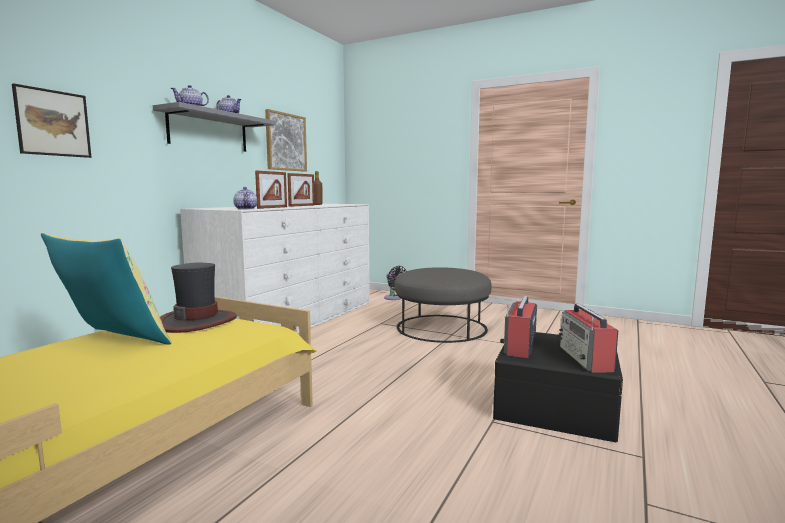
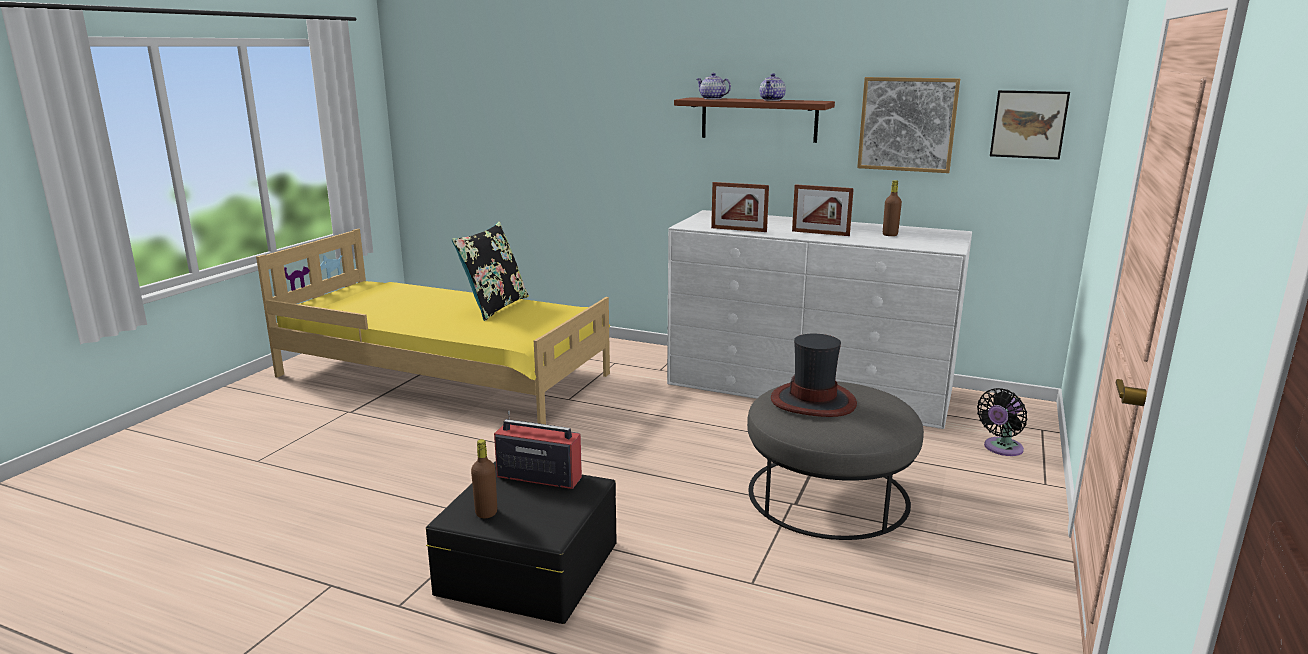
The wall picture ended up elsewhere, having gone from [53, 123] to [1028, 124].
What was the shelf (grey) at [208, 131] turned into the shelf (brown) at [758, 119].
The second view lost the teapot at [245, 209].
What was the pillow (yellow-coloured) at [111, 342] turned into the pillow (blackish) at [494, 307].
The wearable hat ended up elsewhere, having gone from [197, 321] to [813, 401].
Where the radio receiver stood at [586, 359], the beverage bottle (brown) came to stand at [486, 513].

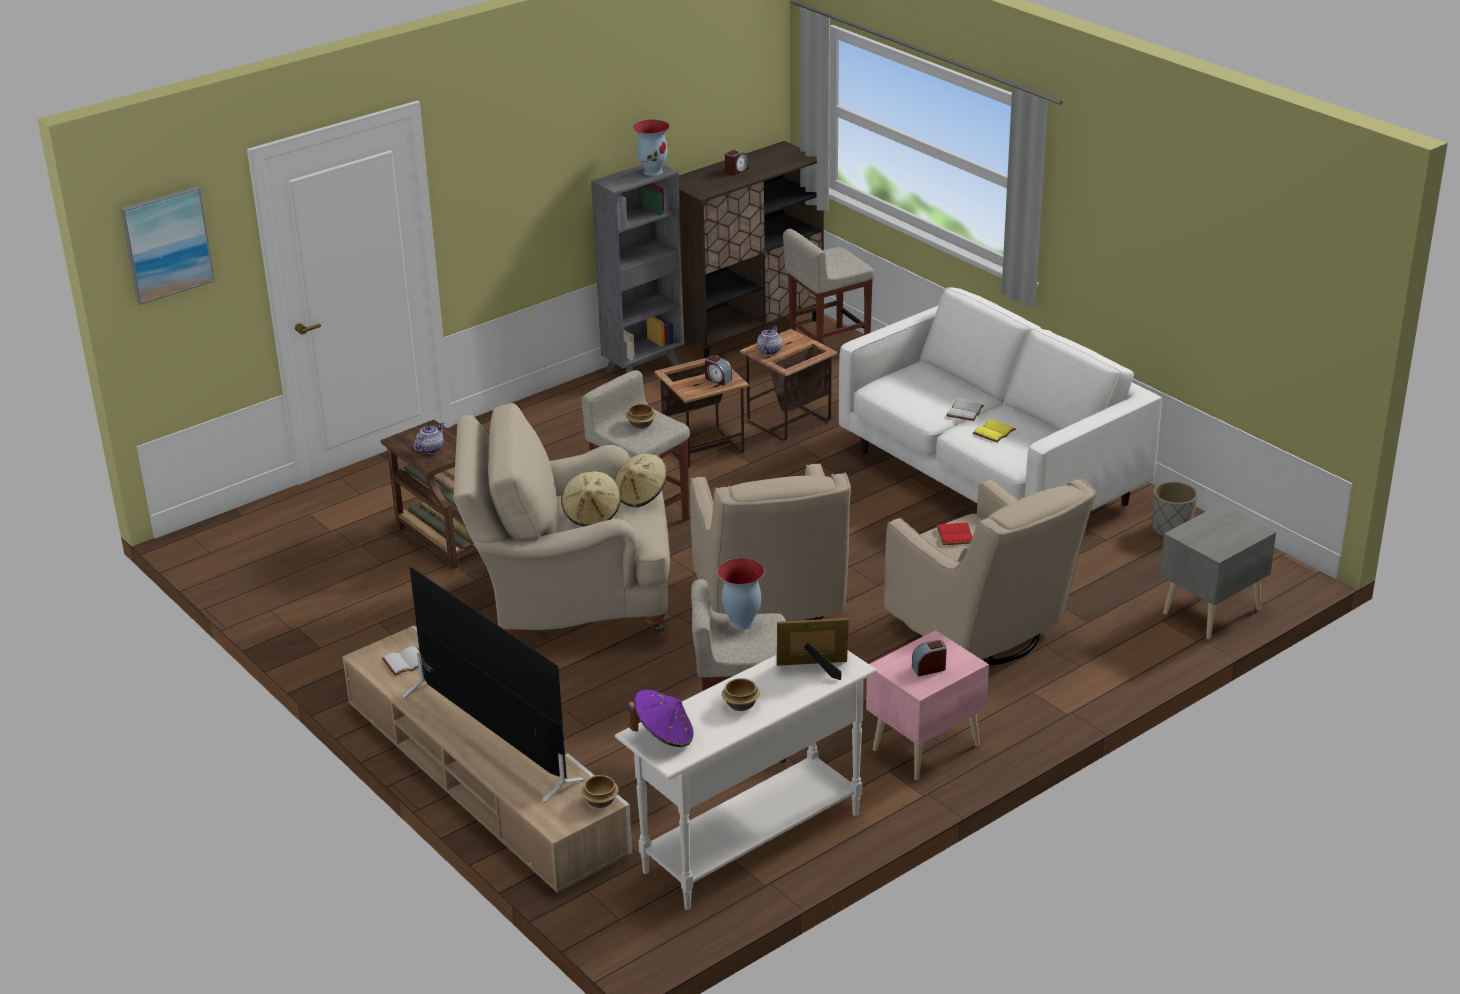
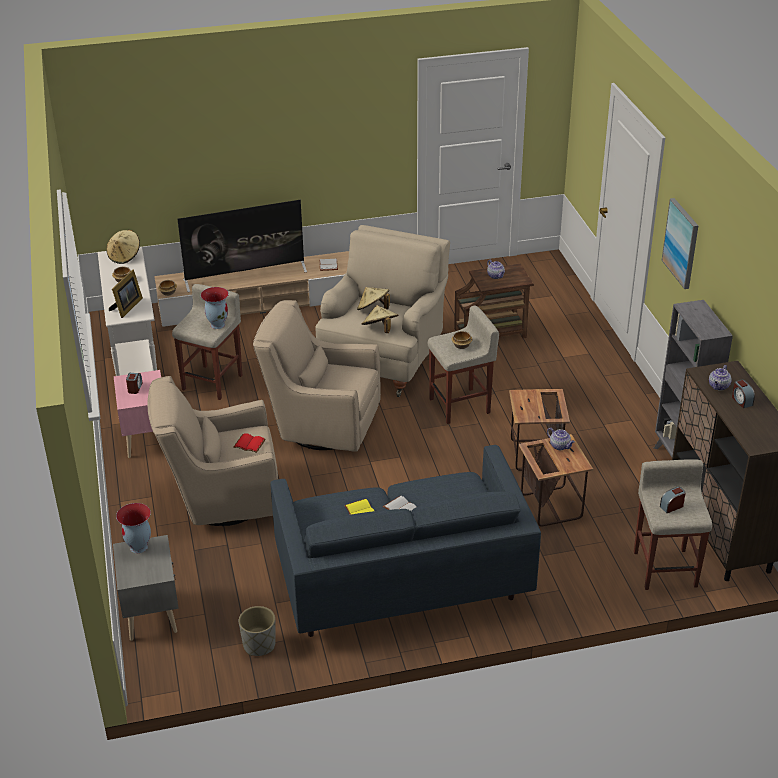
The vase ended up elsewhere, having gone from [653, 171] to [139, 547].
The wall picture ended up elsewhere, having gone from [166, 244] to [681, 243].
What was the sofa (white-coloured) at [989, 477] turned into the sofa (blue) at [401, 578].
The table clock ended up elsewhere, having gone from [717, 379] to [671, 506].
What was the wearable hat (purplish) at [664, 736] turned into the wearable hat (beige-coloured) at [124, 256].
The second view gained the teapot at [719, 386].

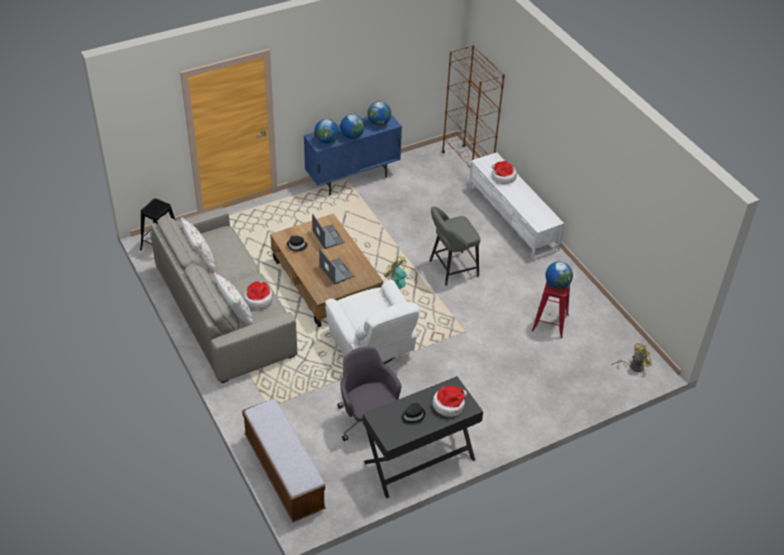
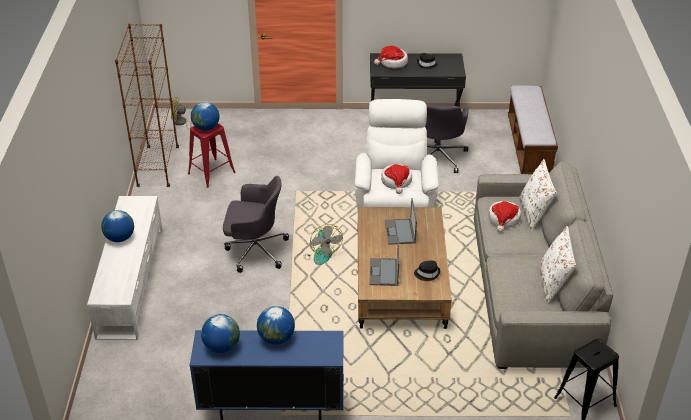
The bookshelf (brown) ended up elsewhere, having gone from [467, 164] to [158, 167].
The globe ended up elsewhere, having gone from [326, 141] to [120, 238].
The wearable hat ended up elsewhere, having gone from [502, 177] to [396, 181].
Where the sitting stool (grey) stood at [451, 269], the office chair (grey) came to stand at [255, 250].

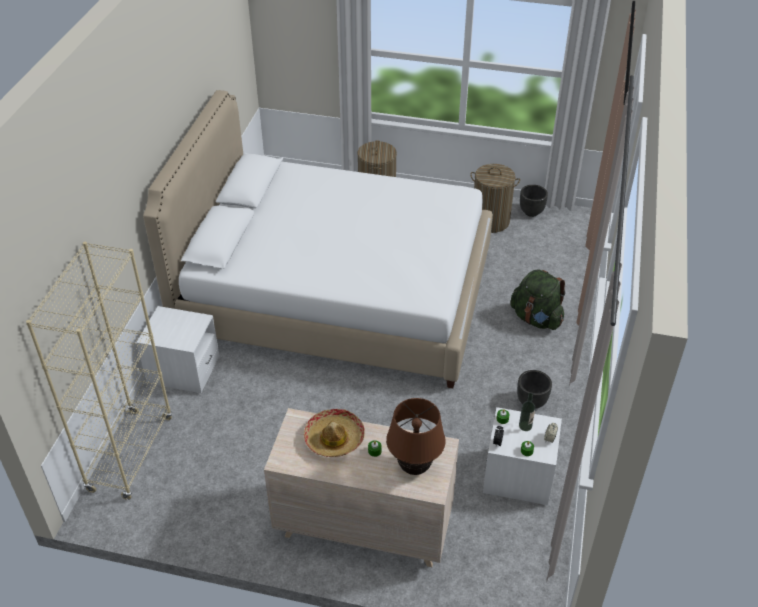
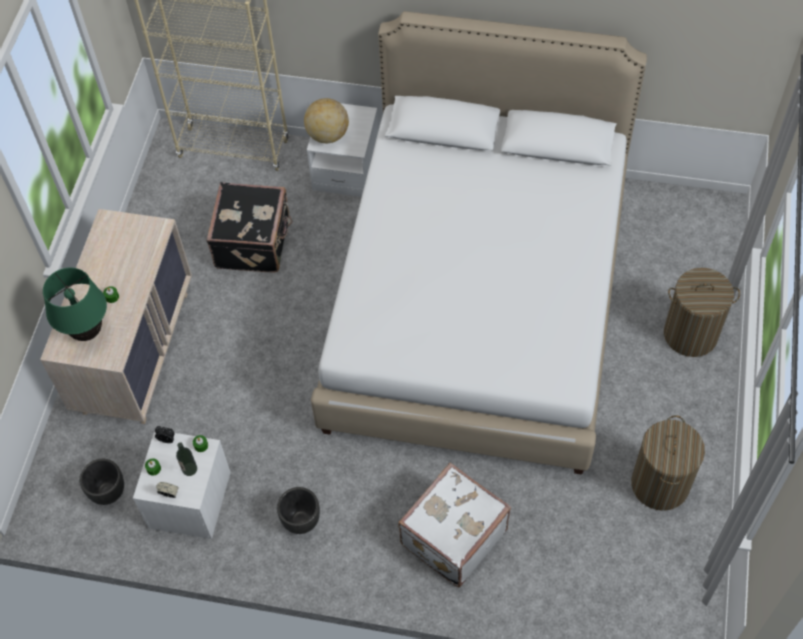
The flower pot (blackish) ended up elsewhere, having gone from [531, 212] to [108, 492].
Where the knapsack (green-coloured) stood at [536, 318], the suitcase (white-coloured) came to stand at [452, 536].
What was the lamp for a table (brown) at [414, 467] turned into the lamp for a table (green-coloured) at [87, 332].
The second view lost the wearable hat at [334, 438].
The second view gained the globe at [327, 135].
The second view gained the suitcase (blackish) at [254, 242].

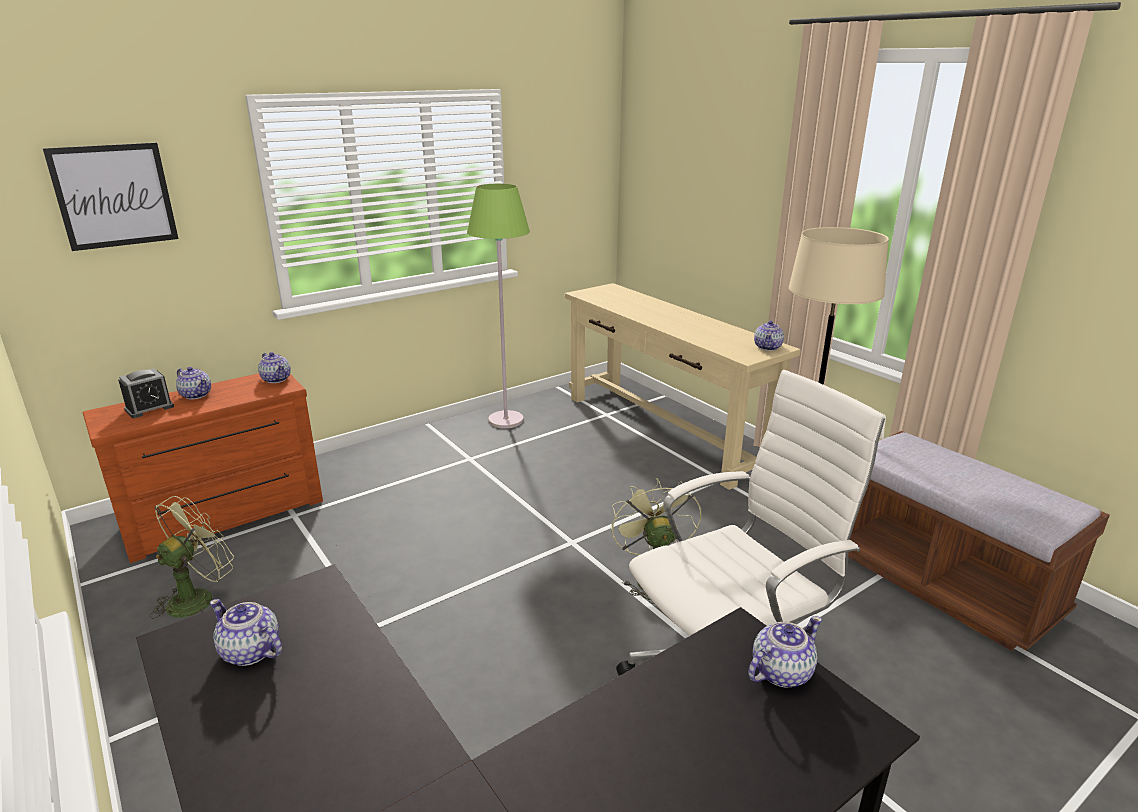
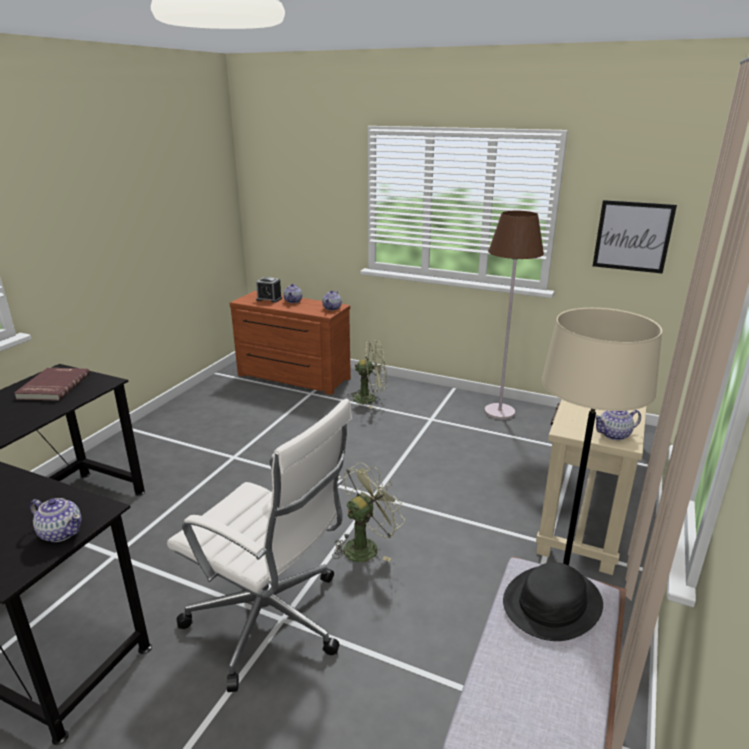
The wall picture ended up elsewhere, having gone from [114, 196] to [632, 236].
What was the standing lamp (green-coloured) at [506, 420] turned into the standing lamp (brown) at [499, 412].
The fan (green-coloured) ended up elsewhere, having gone from [198, 597] to [370, 398].
Where the teapot stood at [250, 652], the volume (red) came to stand at [52, 386].
The second view gained the wearable hat (blackish) at [552, 604].

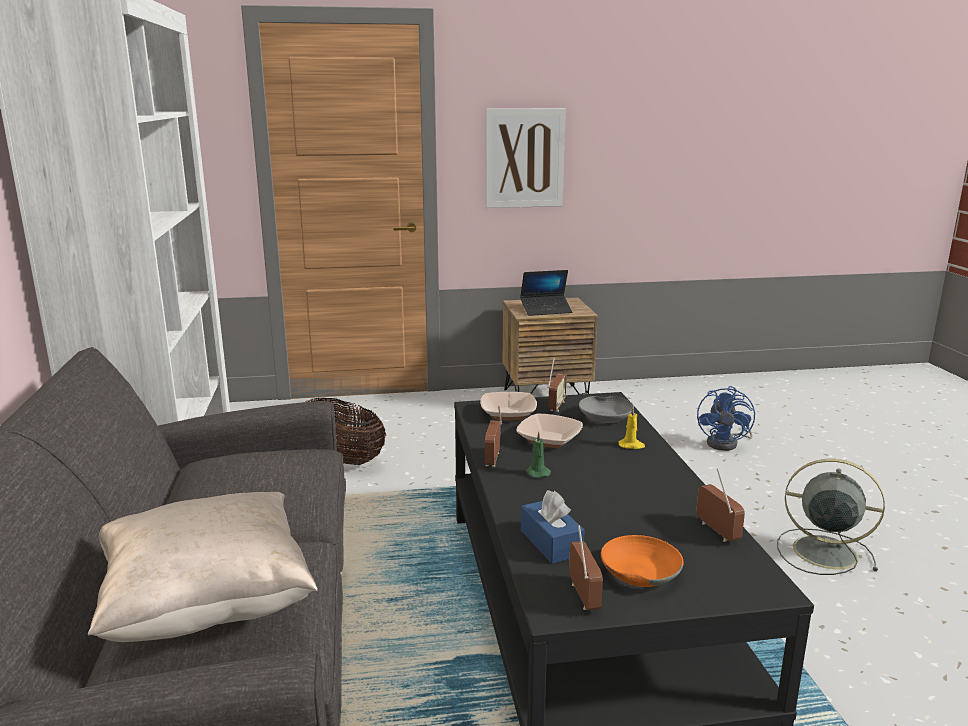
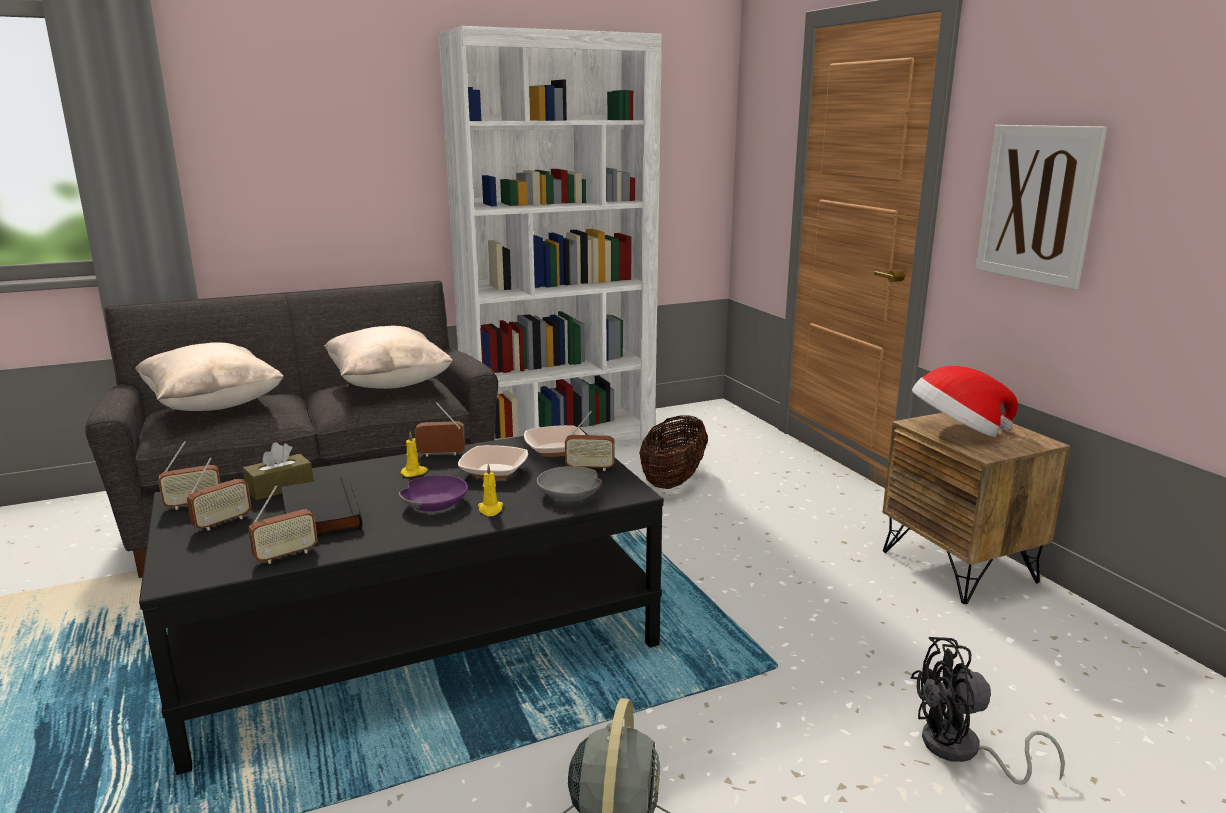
Where the notebook computer stood at [546, 310], the wearable hat came to stand at [956, 432].
What was the fan (blue) at [727, 443] turned into the fan (blackish) at [962, 751].
What was the wax light (green-coloured) at [537, 472] turned into the wax light (yellow-coloured) at [414, 473].
What was the tissue holder (blue) at [551, 542] turned into the tissue holder (brown) at [280, 488].
Where the bowl (orange) stood at [638, 572], the radio receiver came to stand at [222, 522].
The second view gained the pillow (beige-coloured) at [389, 384].
The second view gained the bowl (purplish) at [435, 502].
The second view gained the volume (blackish) at [318, 514].

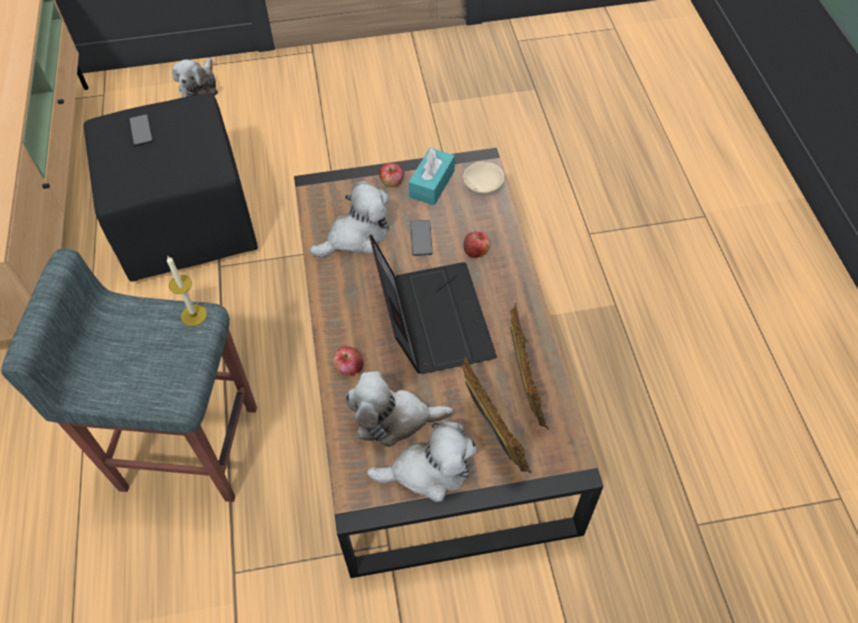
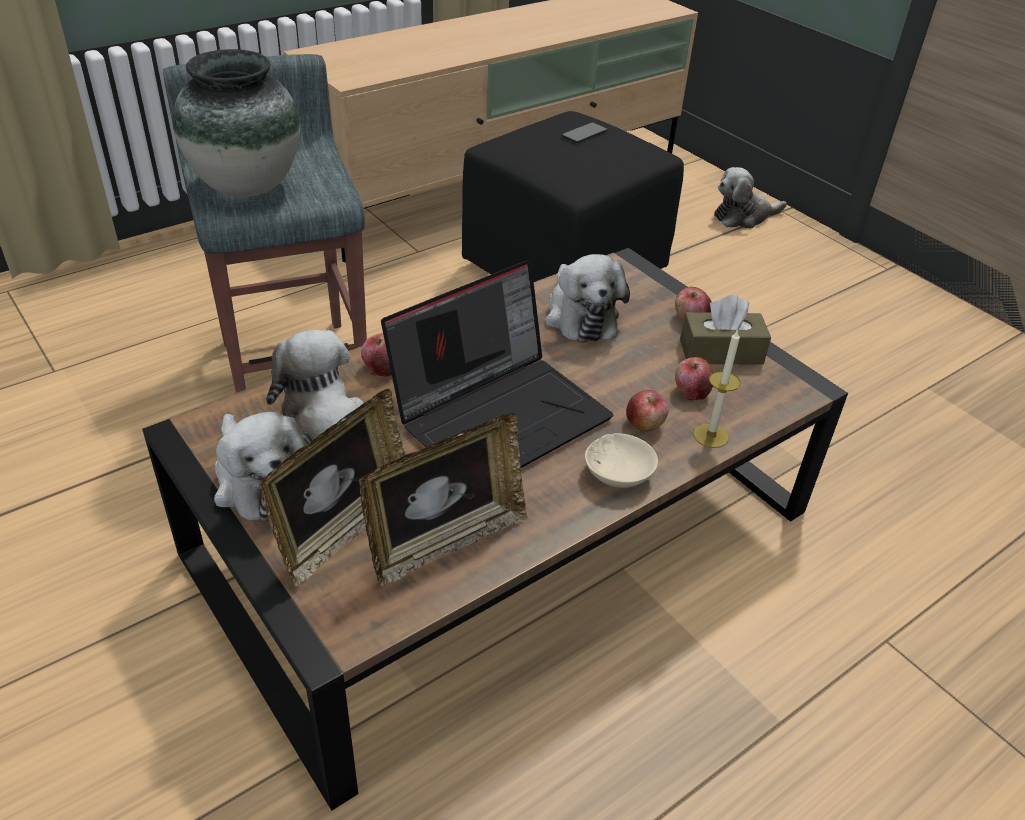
What was the tissue holder (turquoise-coloured) at [432, 184] turned into the tissue holder (brown) at [721, 352].
The bowl (beige-coloured) ended up elsewhere, having gone from [484, 185] to [619, 475].
The soft toy at [356, 236] ended up facing another way, 45 degrees clockwise from before.
The second view lost the handset at [421, 238].
The wax light ended up elsewhere, having gone from [194, 315] to [710, 436].
The second view gained the vase at [246, 186].
The second view gained the whole apple at [691, 392].

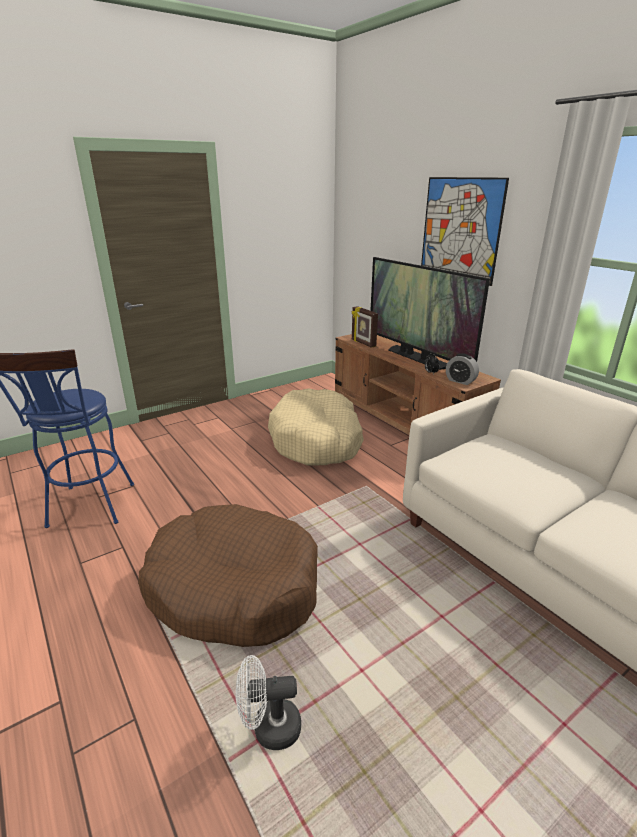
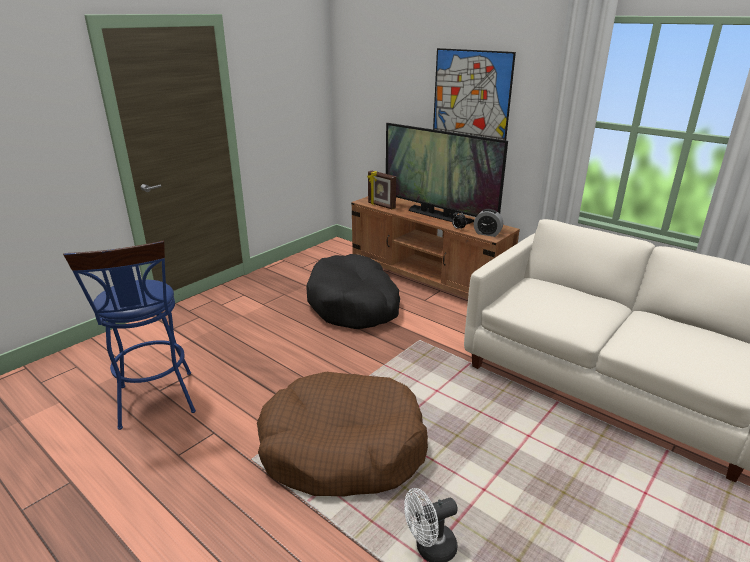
What was the dog bed (beige-coloured) at [317, 440] turned into the dog bed (blackish) at [354, 304].

